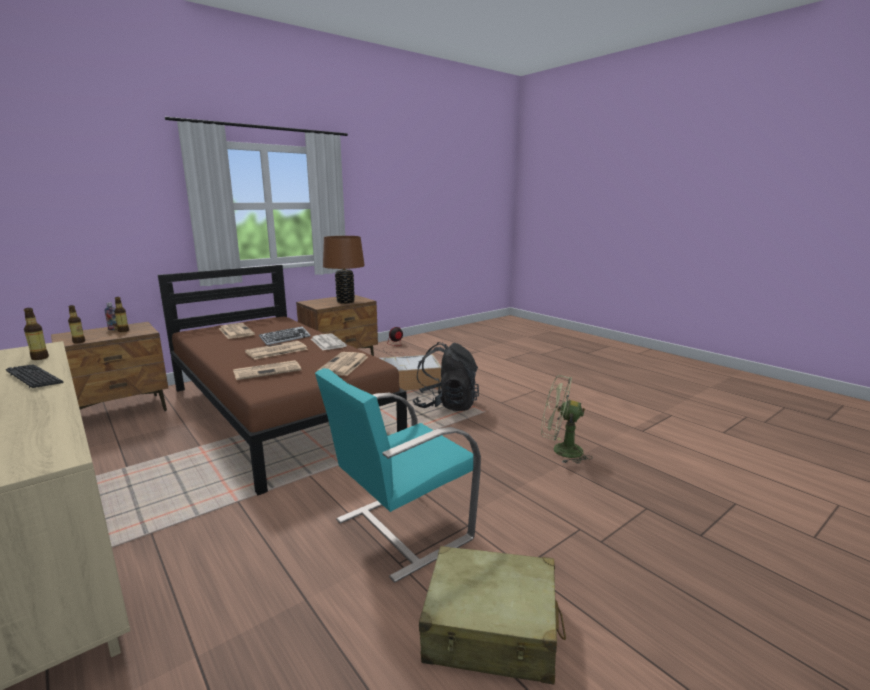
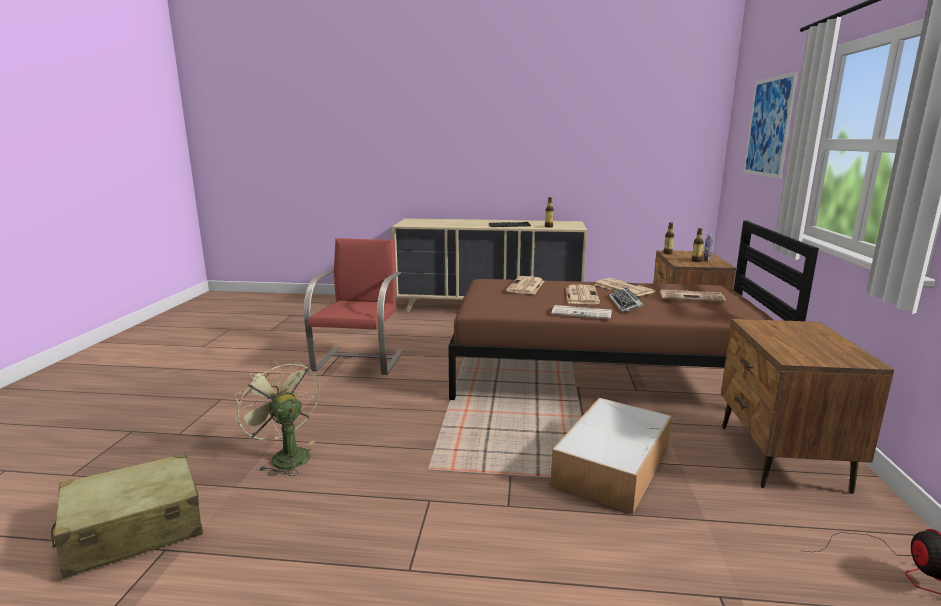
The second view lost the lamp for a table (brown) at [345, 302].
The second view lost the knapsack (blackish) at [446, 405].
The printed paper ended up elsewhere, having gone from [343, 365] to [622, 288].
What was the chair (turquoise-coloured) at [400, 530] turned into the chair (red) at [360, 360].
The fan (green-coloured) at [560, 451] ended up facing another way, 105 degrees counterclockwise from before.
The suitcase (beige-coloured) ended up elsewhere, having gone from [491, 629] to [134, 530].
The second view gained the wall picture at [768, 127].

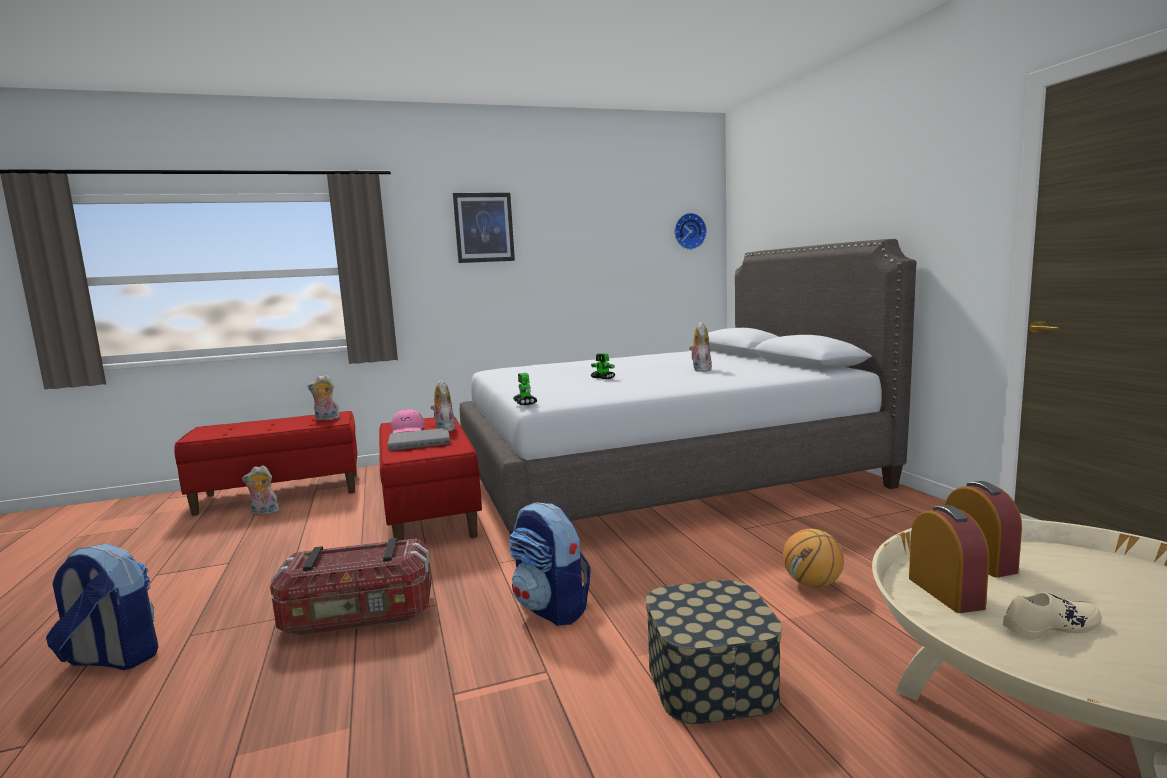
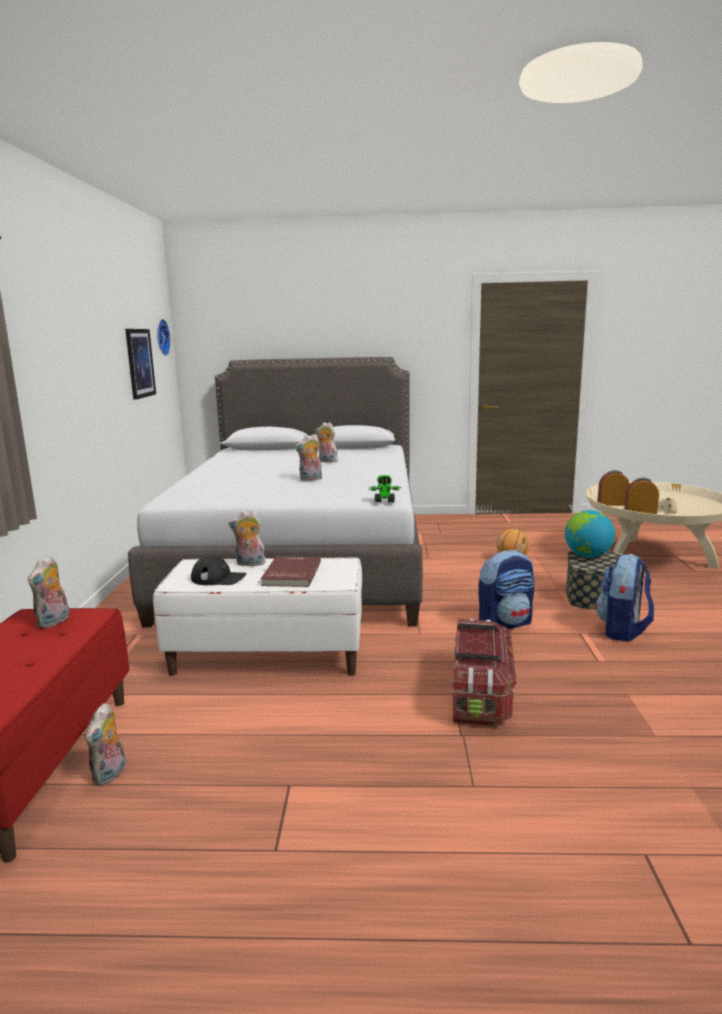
The wall picture ended up elsewhere, having gone from [484, 227] to [140, 363].
Where the model robot stood at [603, 378], the soft toy came to stand at [310, 479].
What was the peaked cap (pink-coloured) at [407, 429] turned into the peaked cap (blackish) at [219, 578].
What was the long seat (red) at [431, 513] turned into the long seat (white-coloured) at [268, 655].
What was the volume (grey) at [419, 442] turned into the volume (red) at [290, 574].
The knapsack ended up elsewhere, having gone from [112, 658] to [623, 630].
The second view gained the globe at [587, 556].

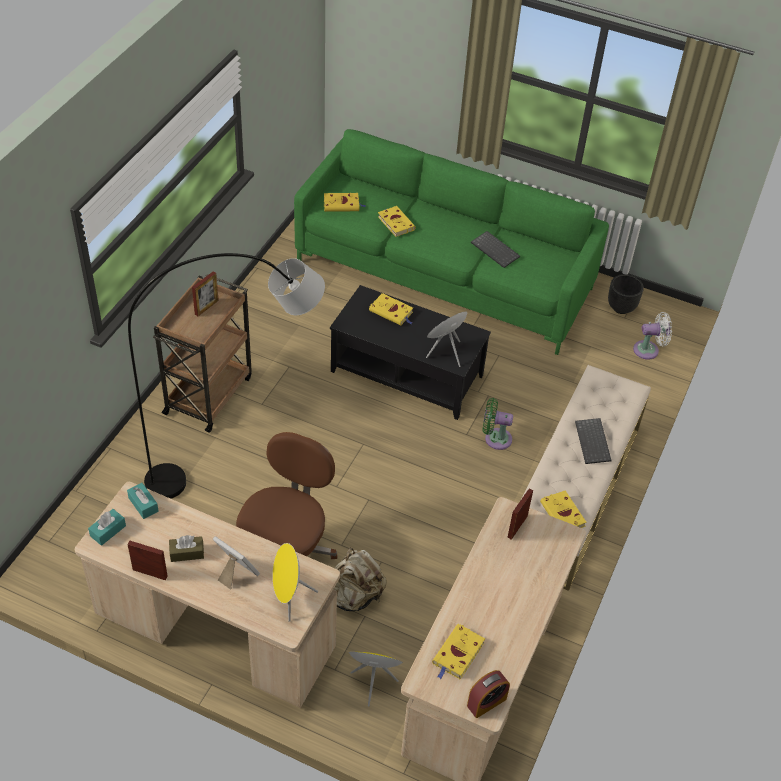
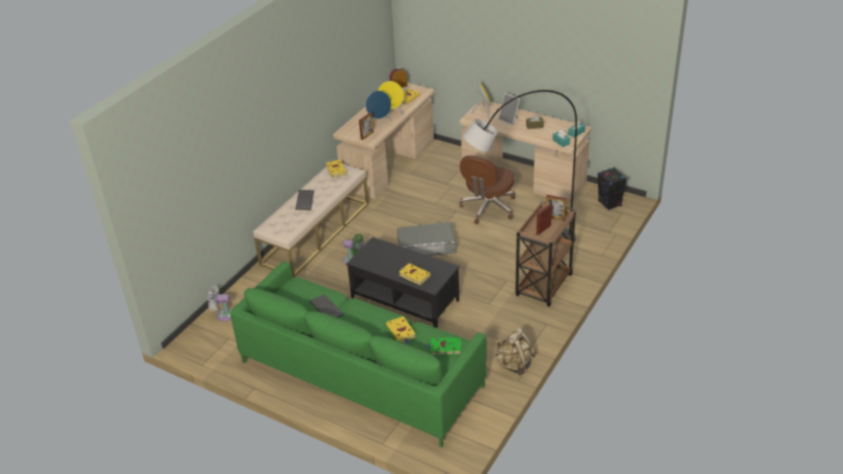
What was the volume (yellow-coloured) at [342, 204] turned into the volume (green-coloured) at [444, 348].
The second view lost the flower pot (blackish) at [621, 307].
The speaker (blue) ended up elsewhere, having gone from [445, 352] to [379, 123].
The standing frame ended up elsewhere, having gone from [150, 573] to [555, 218].
The knapsack (beige-coloured) ended up elsewhere, having gone from [354, 596] to [514, 365].
The speaker (yellow-coloured) ended up elsewhere, having gone from [373, 682] to [392, 113].
The second view gained the speaker (blackish) at [609, 204].
The second view gained the storage box (grey) at [426, 245].

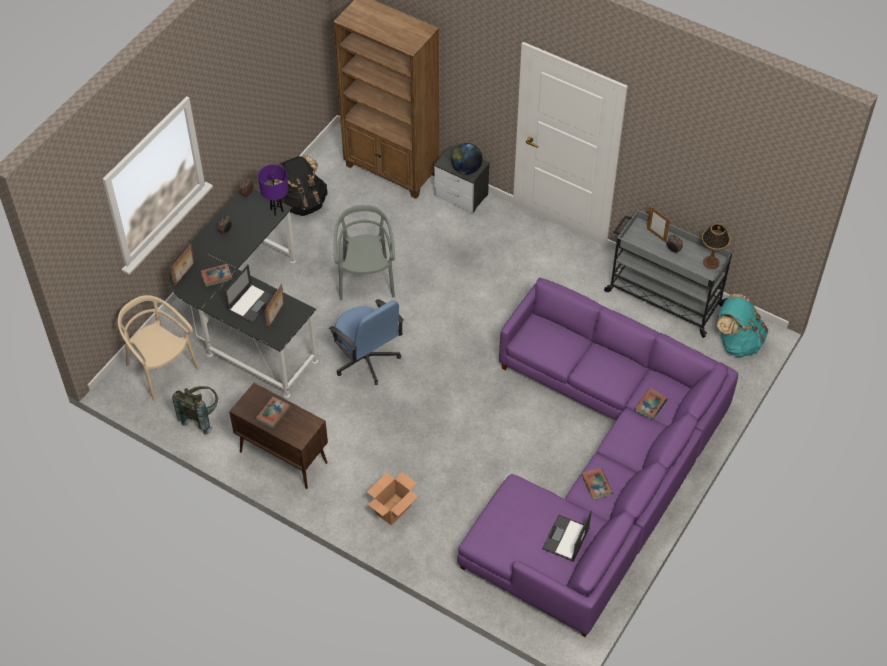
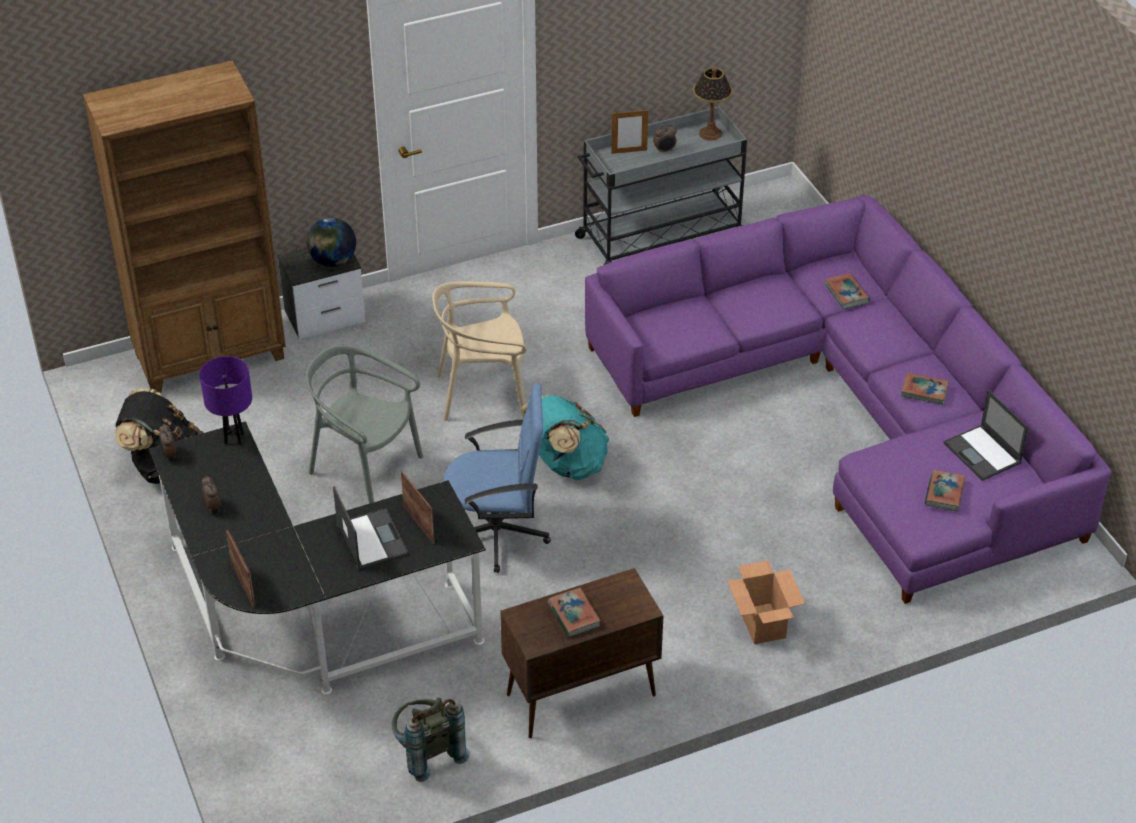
The volume ended up elsewhere, having gone from [216, 276] to [944, 493].
The knapsack (turquoise-coloured) ended up elsewhere, having gone from [737, 342] to [566, 464].
The chair (beige-coloured) ended up elsewhere, having gone from [161, 369] to [483, 394].

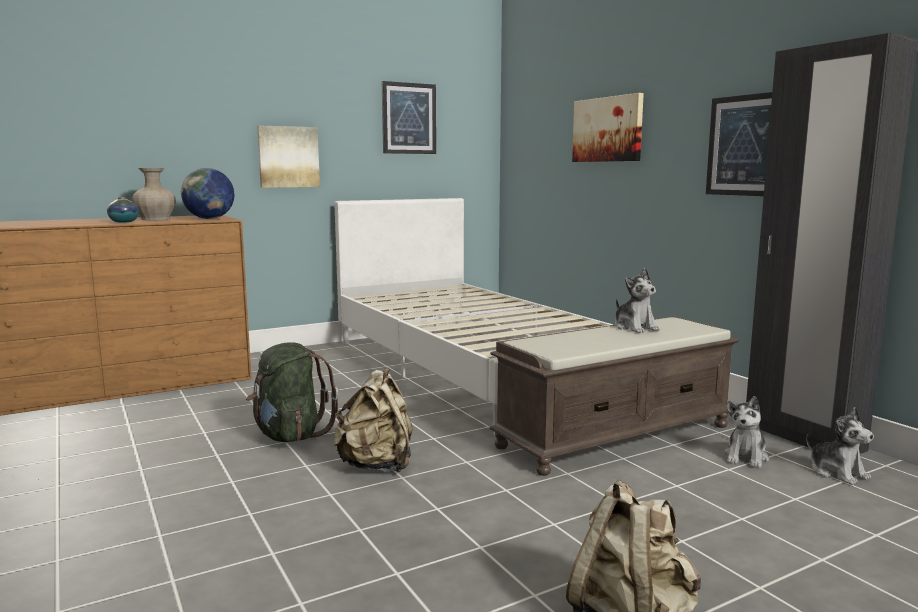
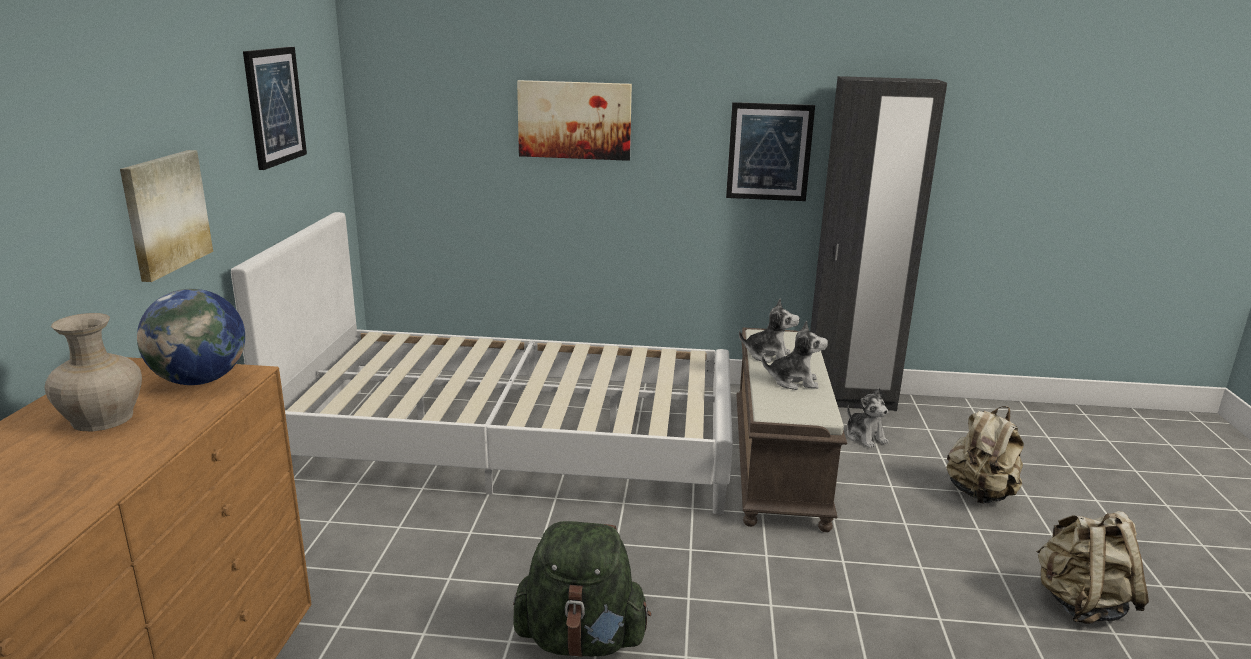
The second view lost the vase at [123, 222].
The knapsack (beige-coloured) ended up elsewhere, having gone from [377, 465] to [980, 494].
The soft toy ended up elsewhere, having gone from [837, 472] to [793, 381].

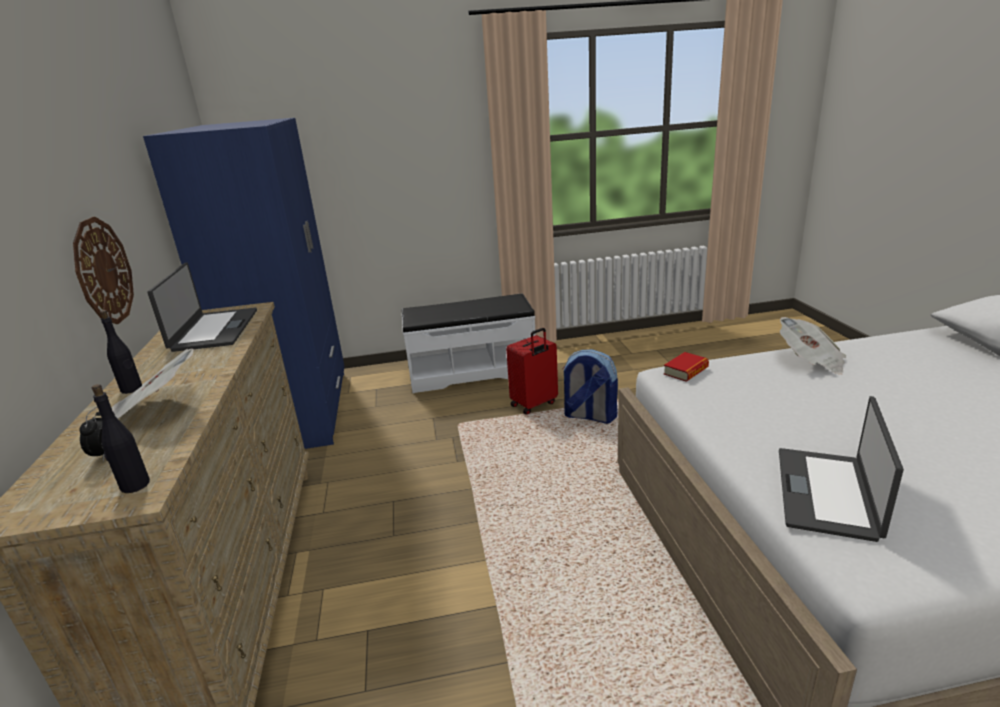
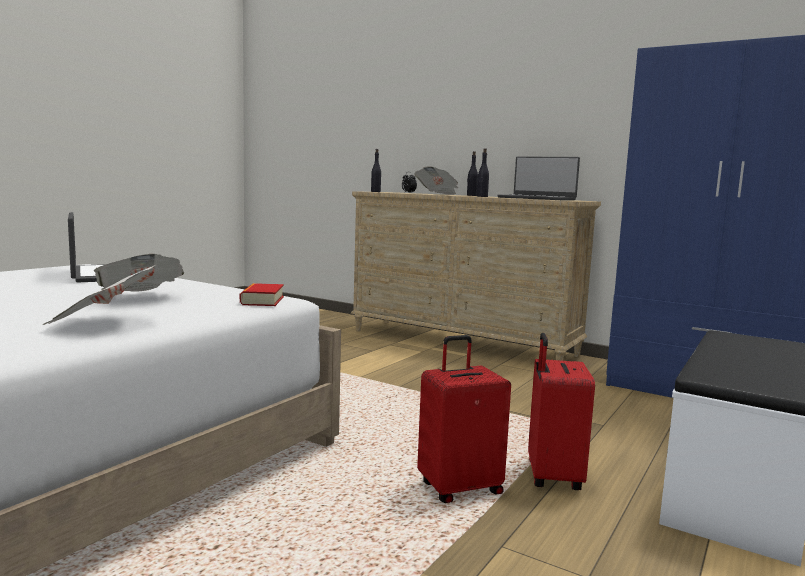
The second view lost the wall clock at [103, 271].
Where the knapsack stood at [589, 416], the suitcase (red) came to stand at [459, 488].
The second view gained the beverage bottle (blackish) at [482, 196].
The second view gained the printed paper at [140, 298].

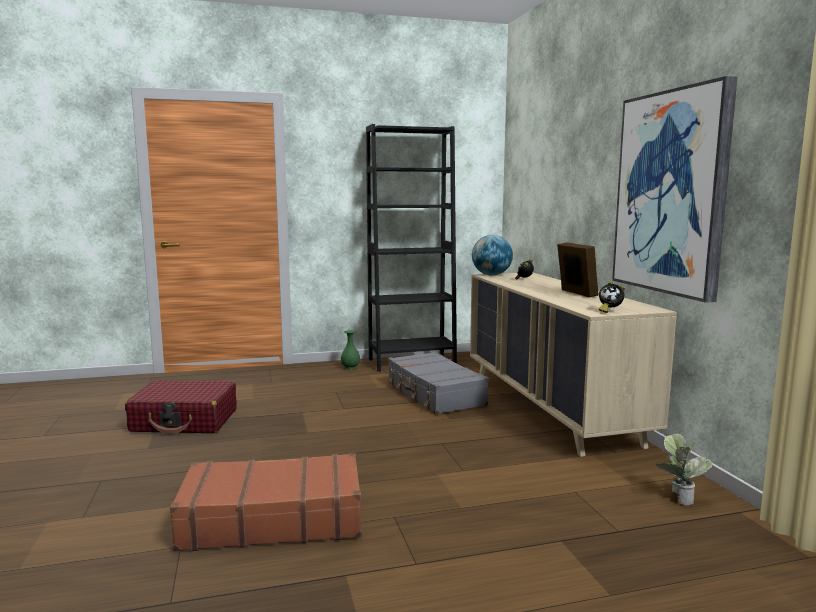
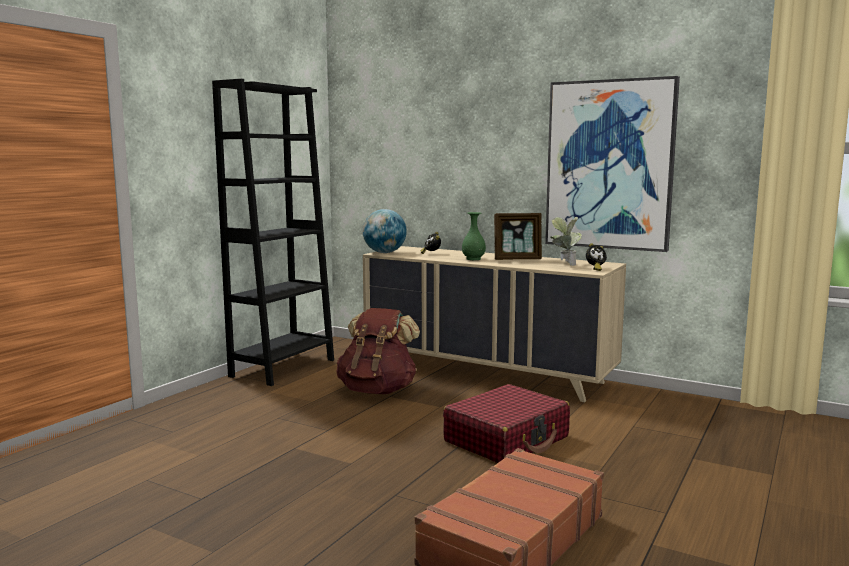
The standing frame at [576, 293] ended up facing another way, 150 degrees clockwise from before.
The vase (green-coloured) ended up elsewhere, having gone from [350, 367] to [473, 259].
Where the suitcase (grey) stood at [434, 394], the knapsack (brown) came to stand at [378, 391].
The suitcase (red) ended up elsewhere, having gone from [185, 421] to [507, 439].
The potted plant ended up elsewhere, having gone from [678, 498] to [564, 264].

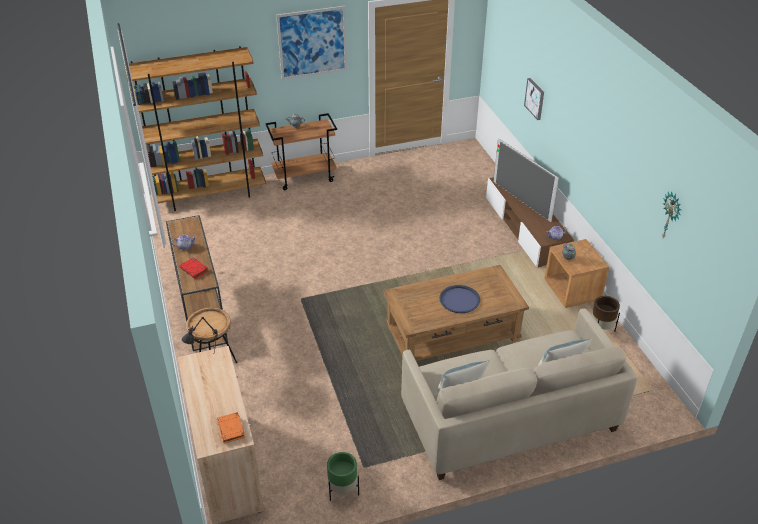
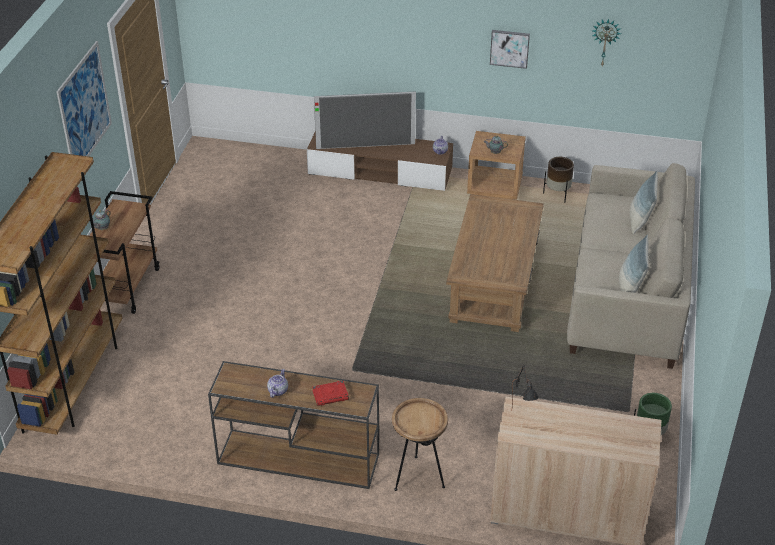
The wall picture ended up elsewhere, having gone from [535, 98] to [509, 48].
The second view lost the carrying tray (blue) at [459, 299].
The second view lost the volume (orange) at [231, 429].

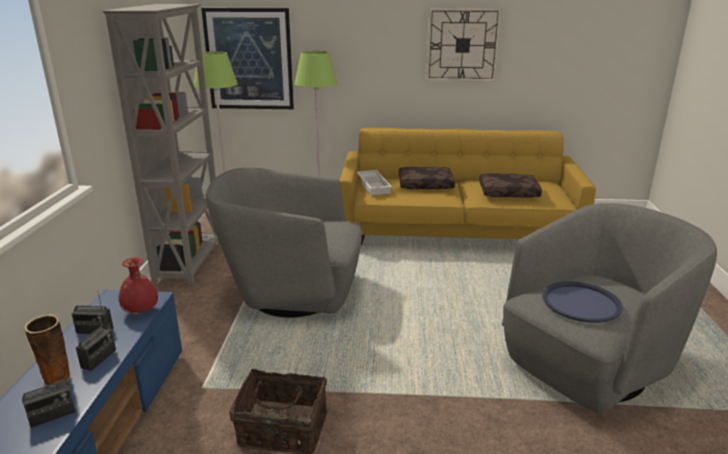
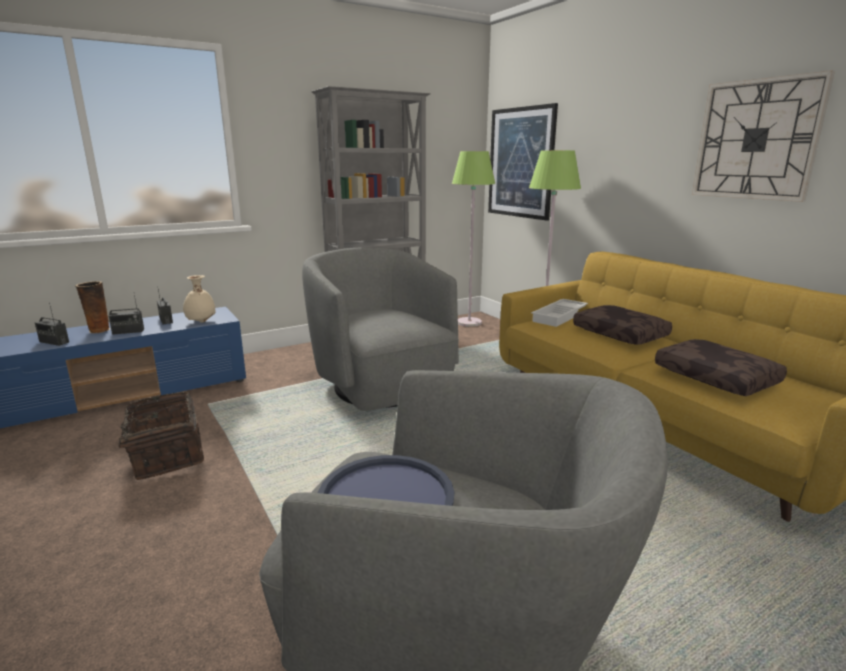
What was the vase (red) at [141, 311] turned into the vase (beige-coloured) at [201, 322].

